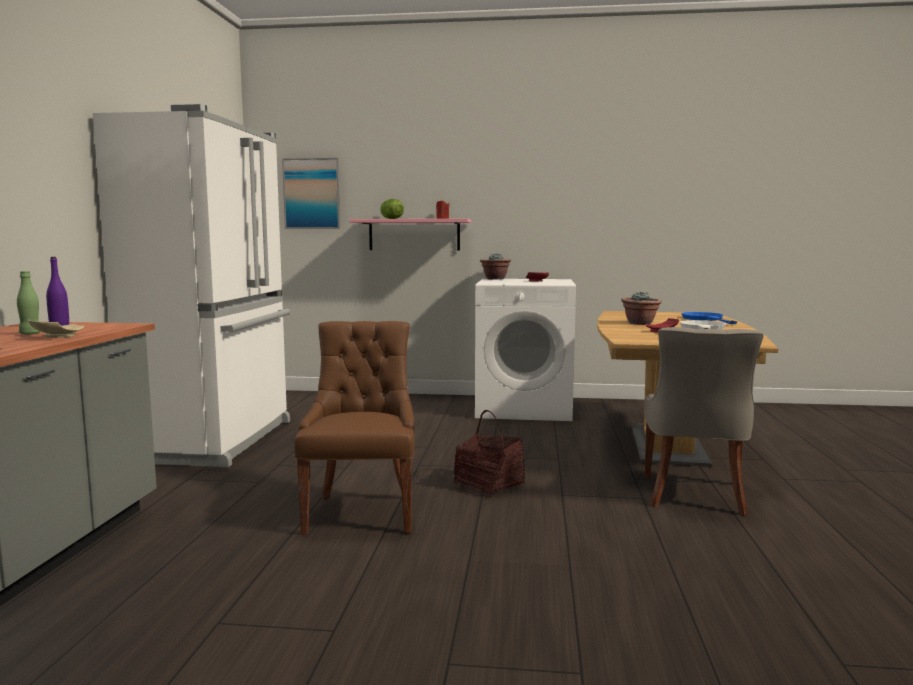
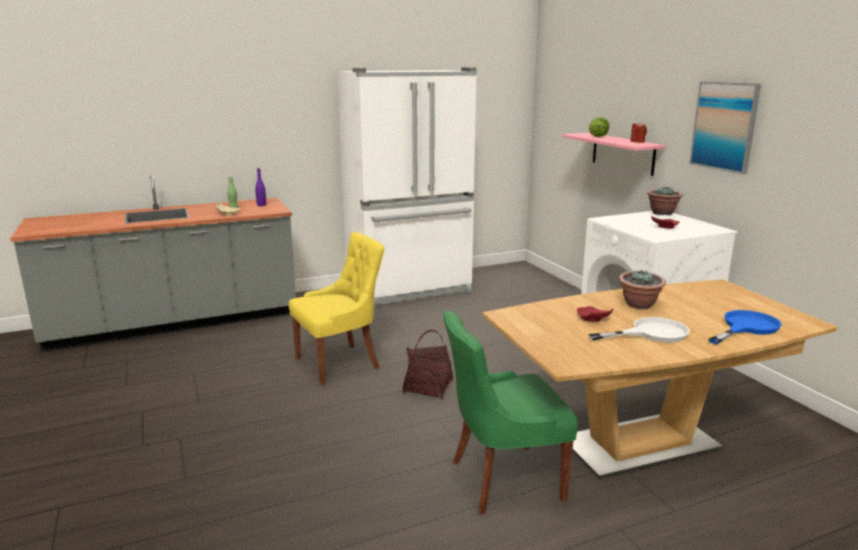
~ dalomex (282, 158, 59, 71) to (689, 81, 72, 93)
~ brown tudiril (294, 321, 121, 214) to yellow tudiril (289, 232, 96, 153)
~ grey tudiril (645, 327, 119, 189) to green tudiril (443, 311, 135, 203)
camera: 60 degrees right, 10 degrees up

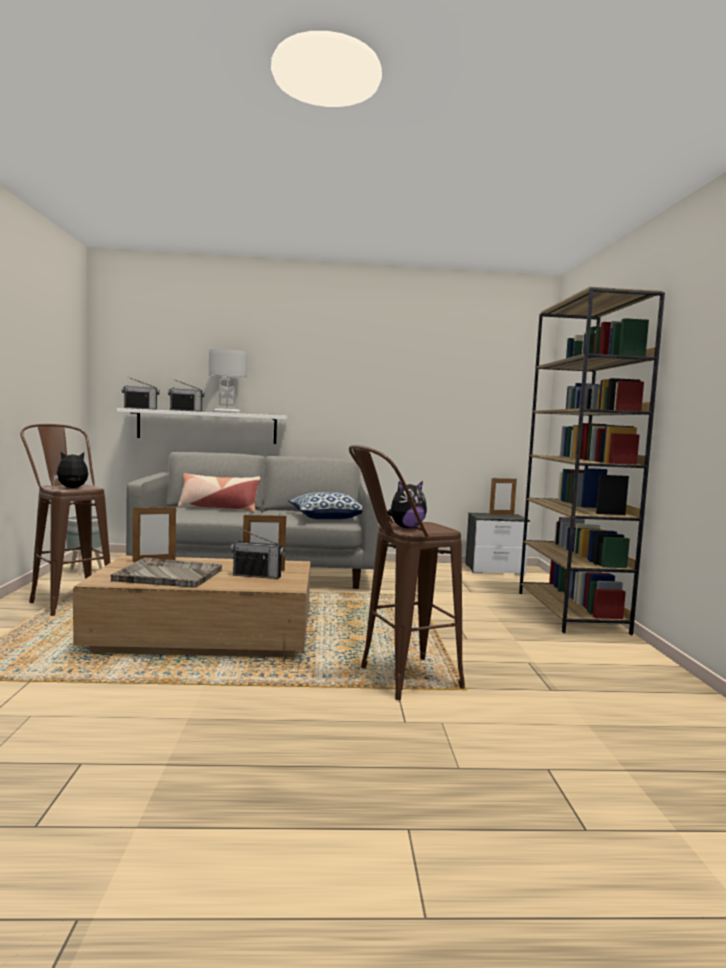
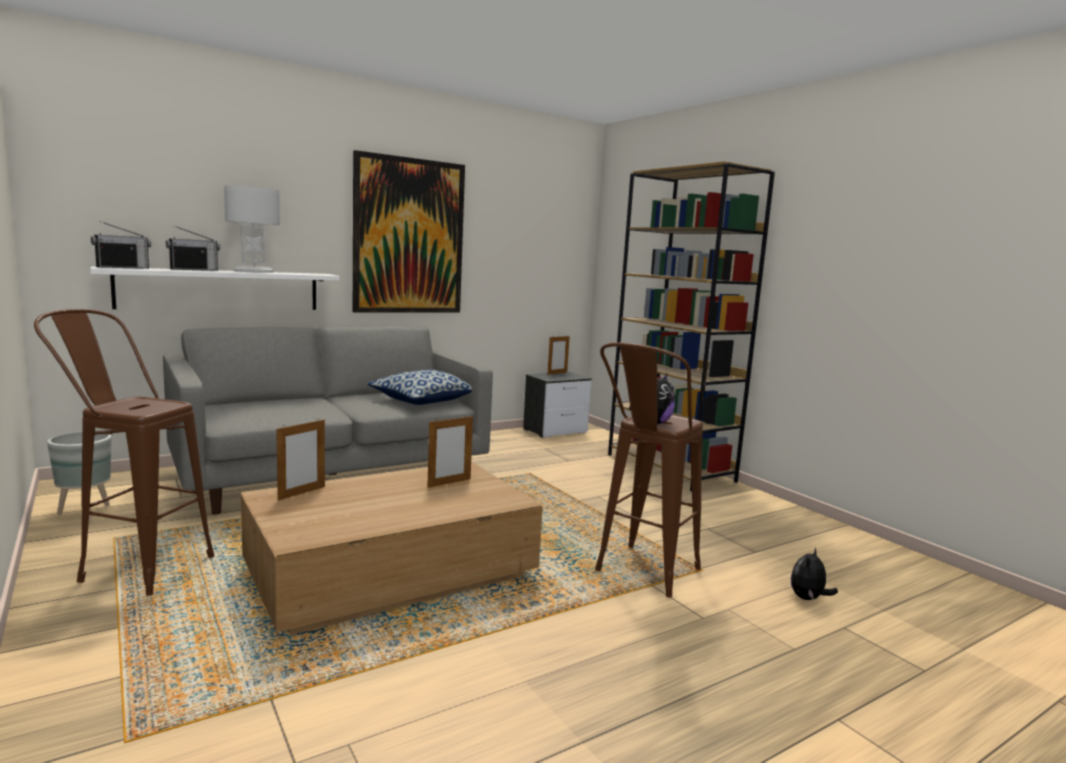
~ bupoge (53, 452, 35, 36) to (791, 548, 47, 52)
- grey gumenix (111, 557, 111, 31)
- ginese (178, 473, 82, 40)
- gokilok (231, 529, 54, 50)
+ dalomex (353, 150, 112, 162)
camera: 30 degrees left, 5 degrees up

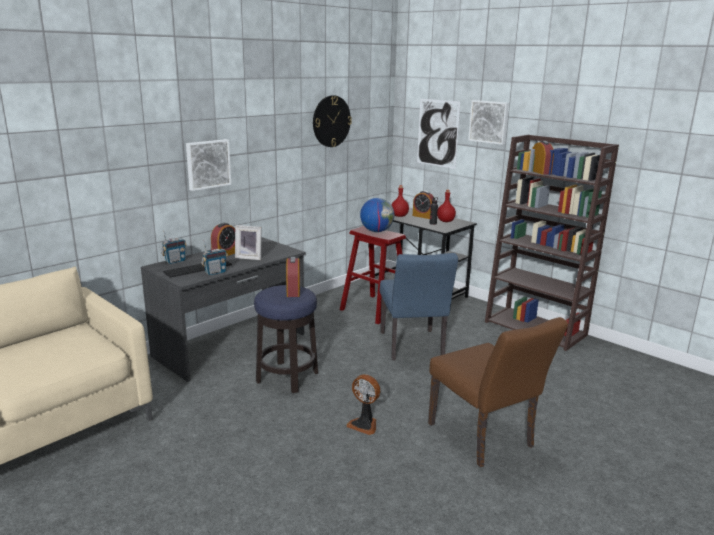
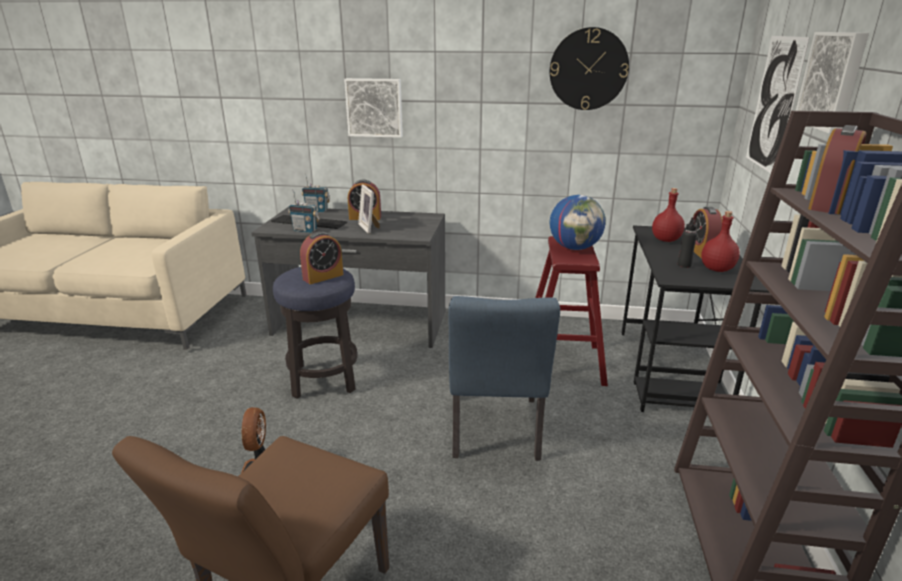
~ blue tudiril (380, 253, 78, 107) = (448, 296, 112, 165) 45 degrees counterclockwise
camera: 55 degrees right, 5 degrees up

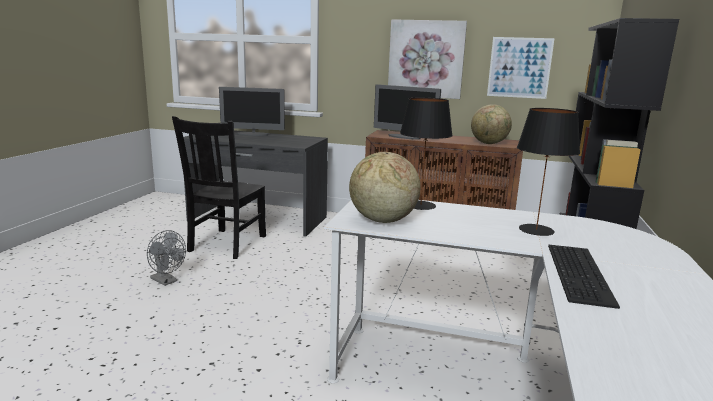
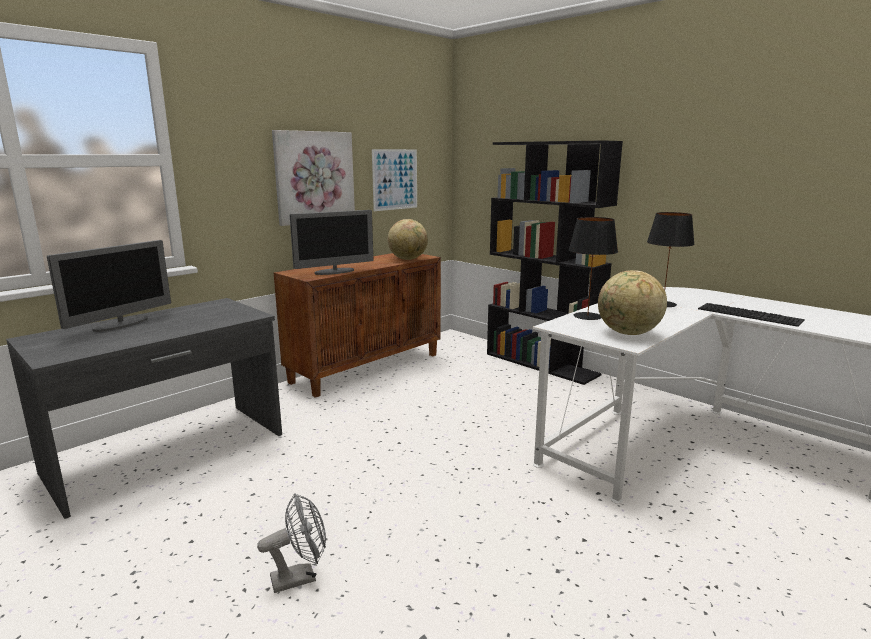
- black tudiril (172, 116, 94, 143)
camera: 60 degrees left, 0 degrees up

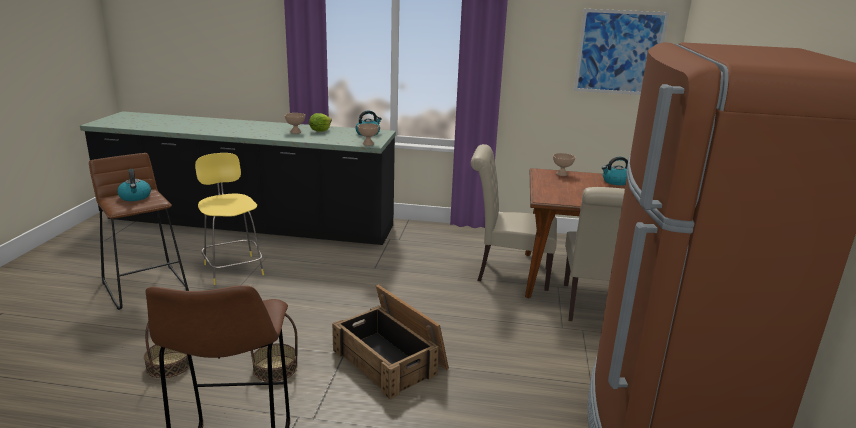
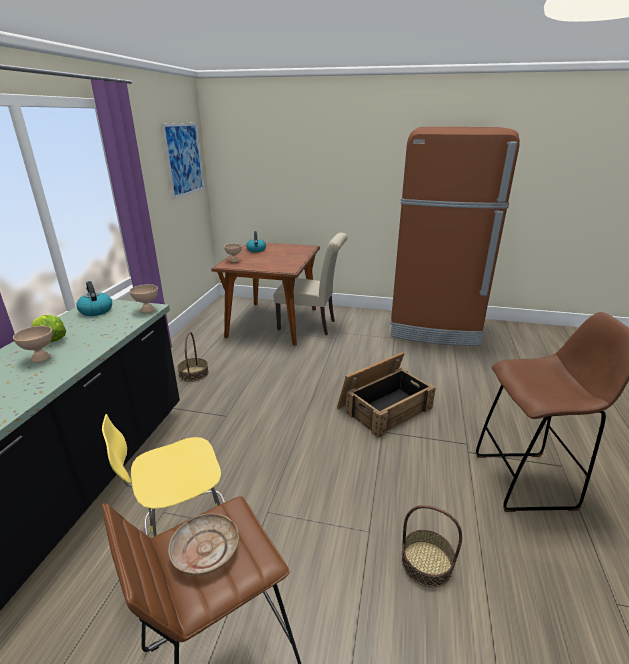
~ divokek (117, 169, 34, 32) to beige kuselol (168, 513, 71, 63)
~ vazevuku (251, 313, 47, 69) to (177, 332, 32, 50)
- beige tudiril (471, 144, 86, 147)
camera: 85 degrees left, 5 degrees up

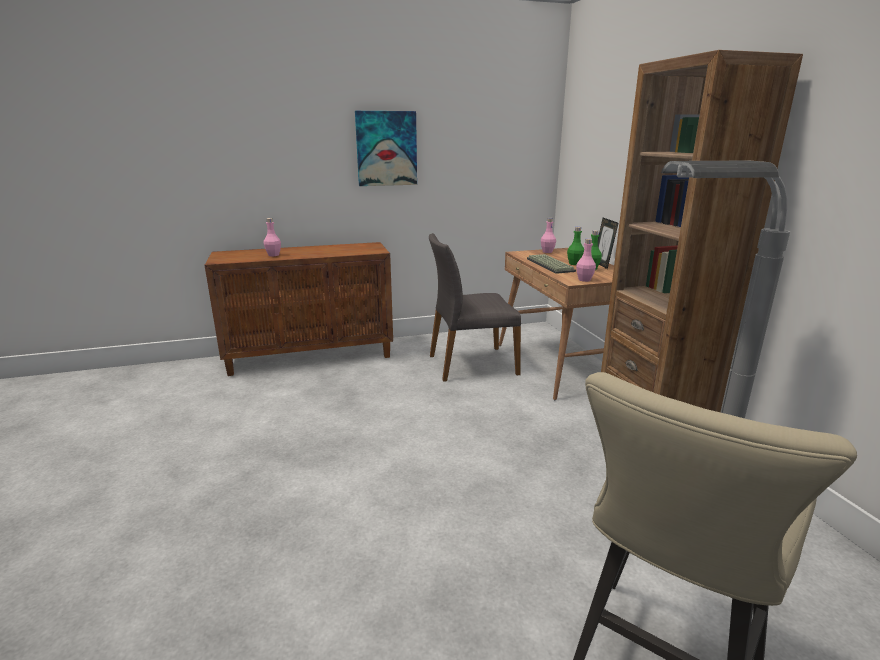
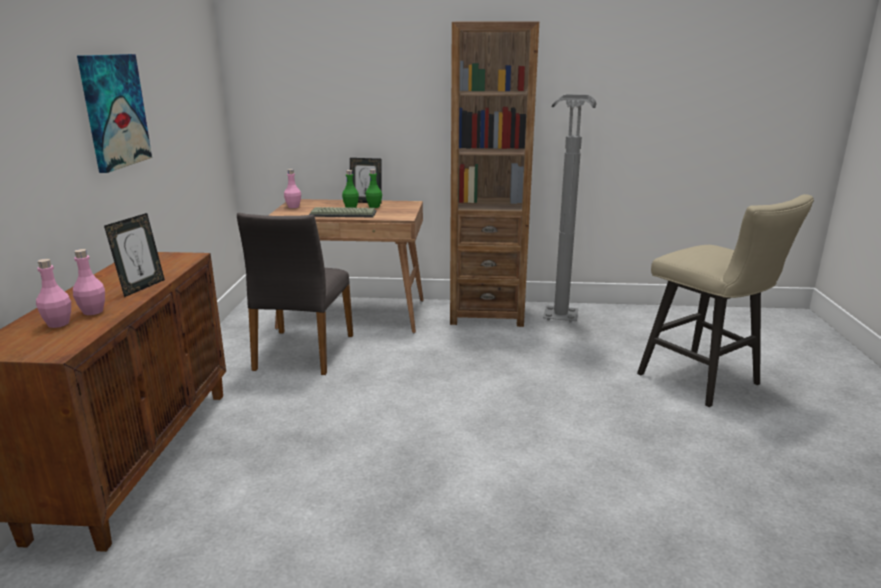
~ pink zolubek (576, 238, 20, 44) to (36, 259, 35, 69)
+ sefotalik (104, 213, 61, 84)
camera: 70 degrees left, 0 degrees up

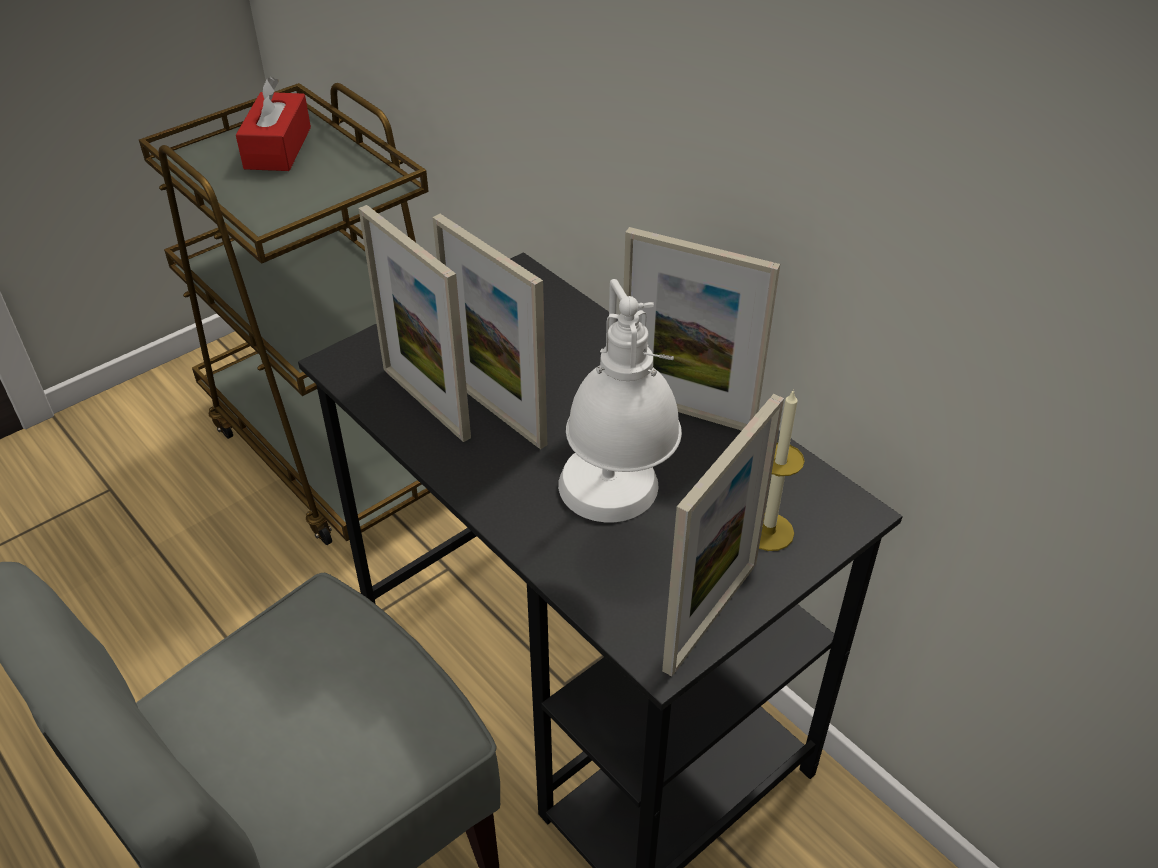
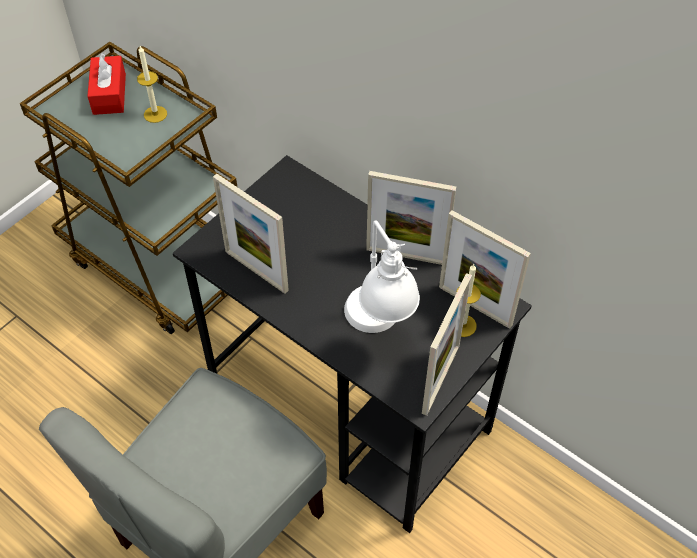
~ sefotalik (432, 214, 115, 235) to (439, 210, 92, 119)
+ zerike (137, 46, 30, 77)
camera: 10 degrees left, 10 degrees up

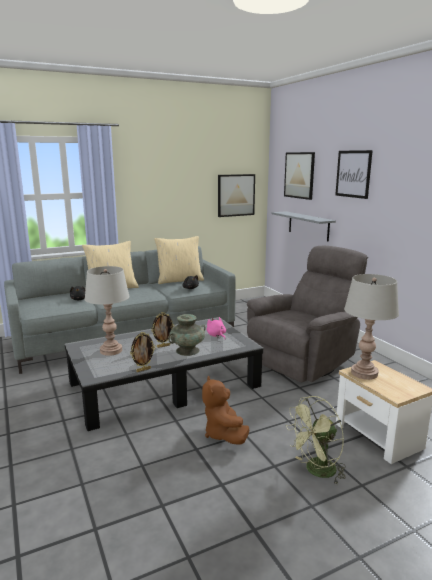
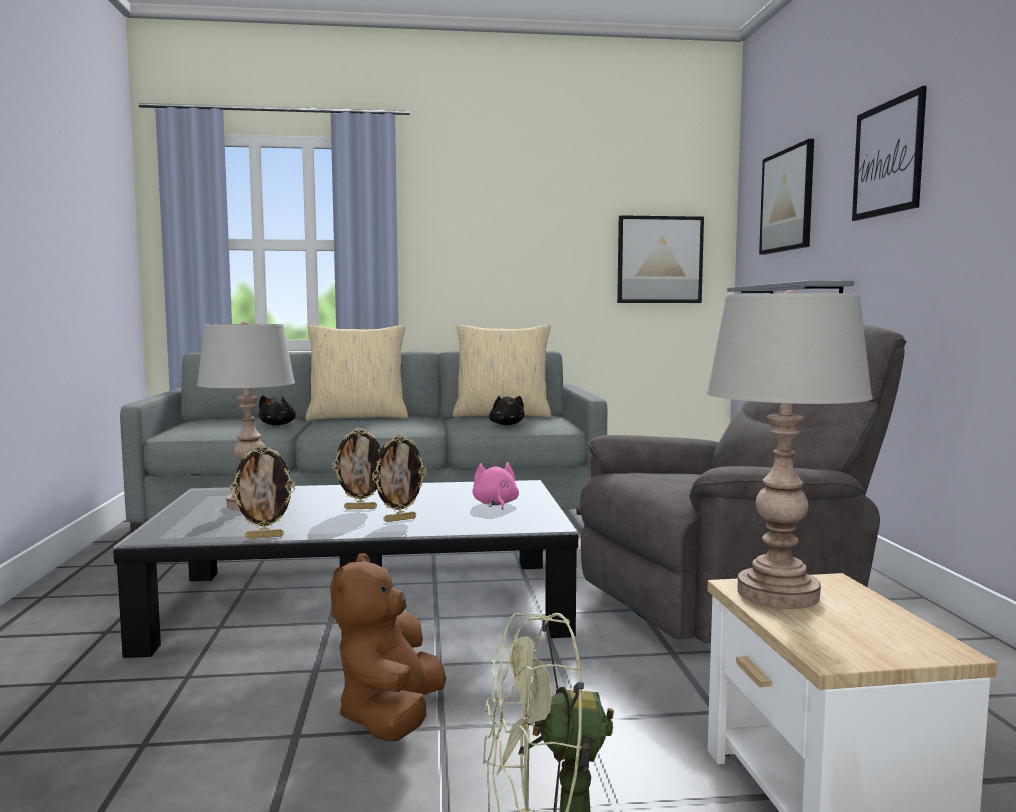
~ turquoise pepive (168, 314, 37, 42) to sefotalik (372, 434, 55, 88)
camera: 20 degrees right, 10 degrees down

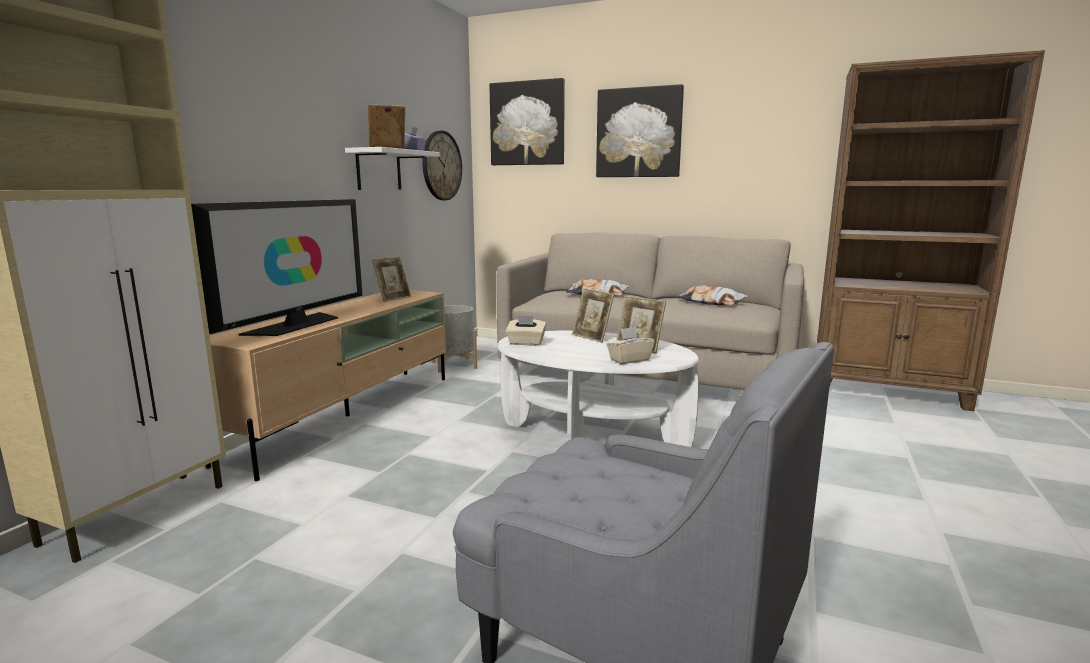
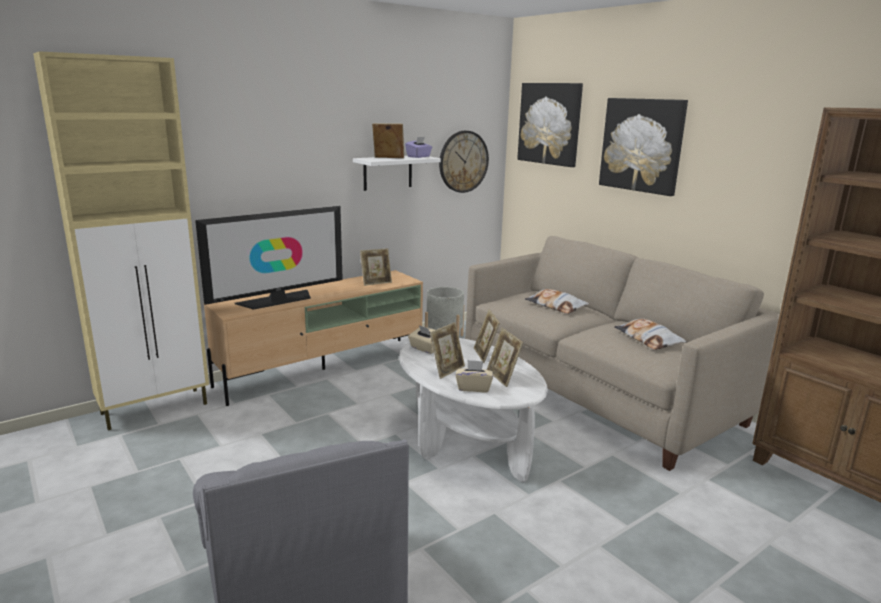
+ sefotalik (430, 322, 35, 57)
camera: 30 degrees right, 5 degrees up

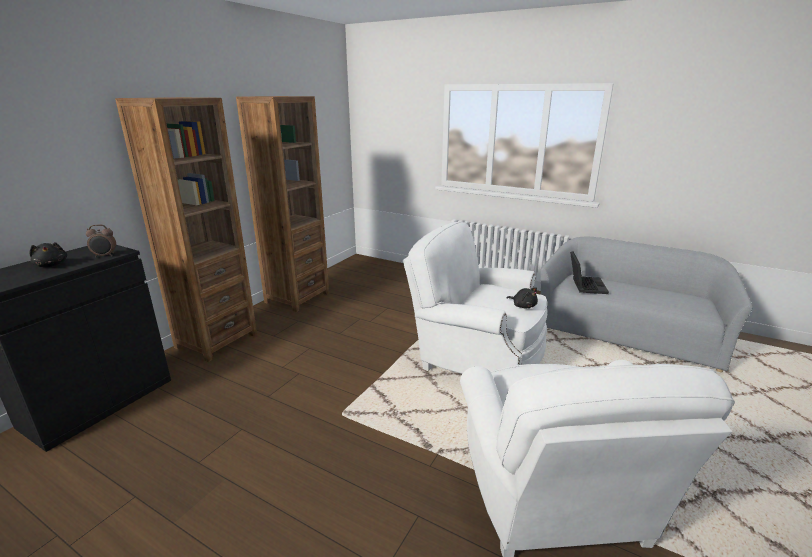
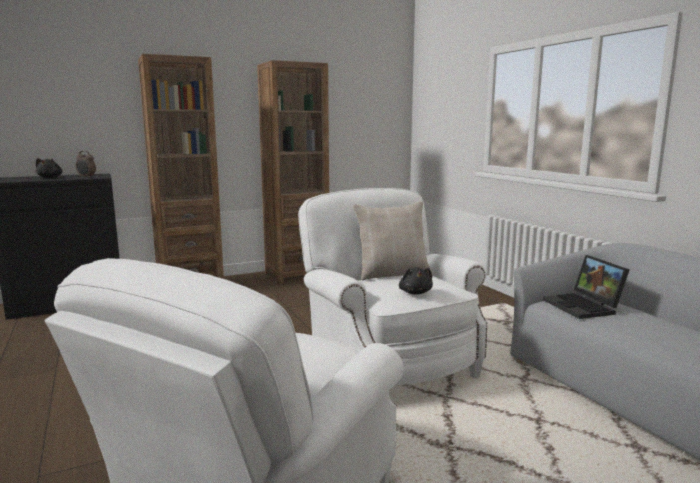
~ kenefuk (570, 252, 39, 42) = (543, 255, 87, 64) 120 degrees clockwise
+ beige ginese (353, 201, 79, 79)
camera: 35 degrees right, 10 degrees down

